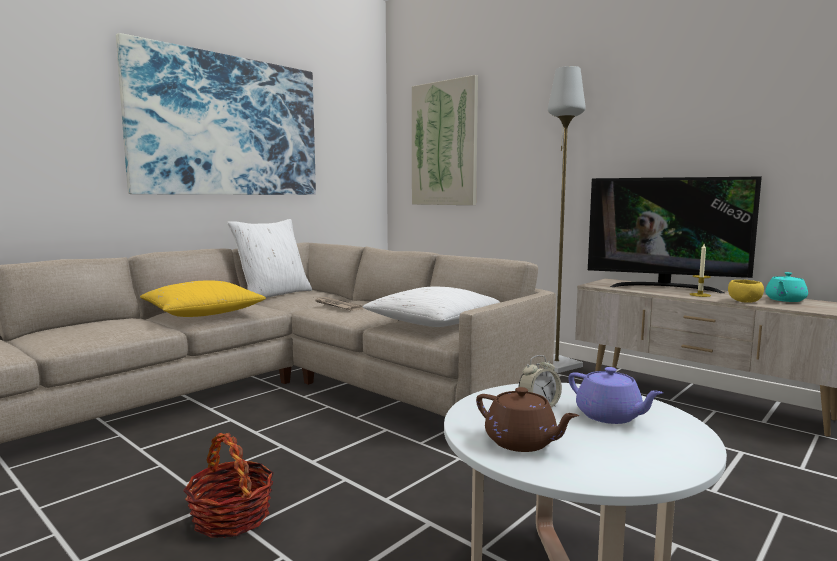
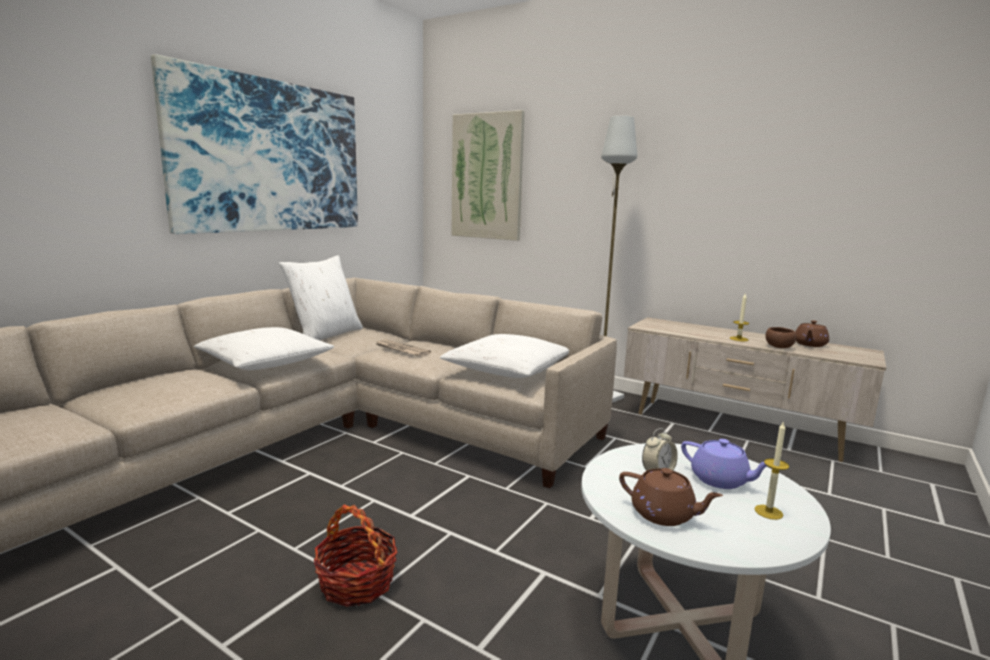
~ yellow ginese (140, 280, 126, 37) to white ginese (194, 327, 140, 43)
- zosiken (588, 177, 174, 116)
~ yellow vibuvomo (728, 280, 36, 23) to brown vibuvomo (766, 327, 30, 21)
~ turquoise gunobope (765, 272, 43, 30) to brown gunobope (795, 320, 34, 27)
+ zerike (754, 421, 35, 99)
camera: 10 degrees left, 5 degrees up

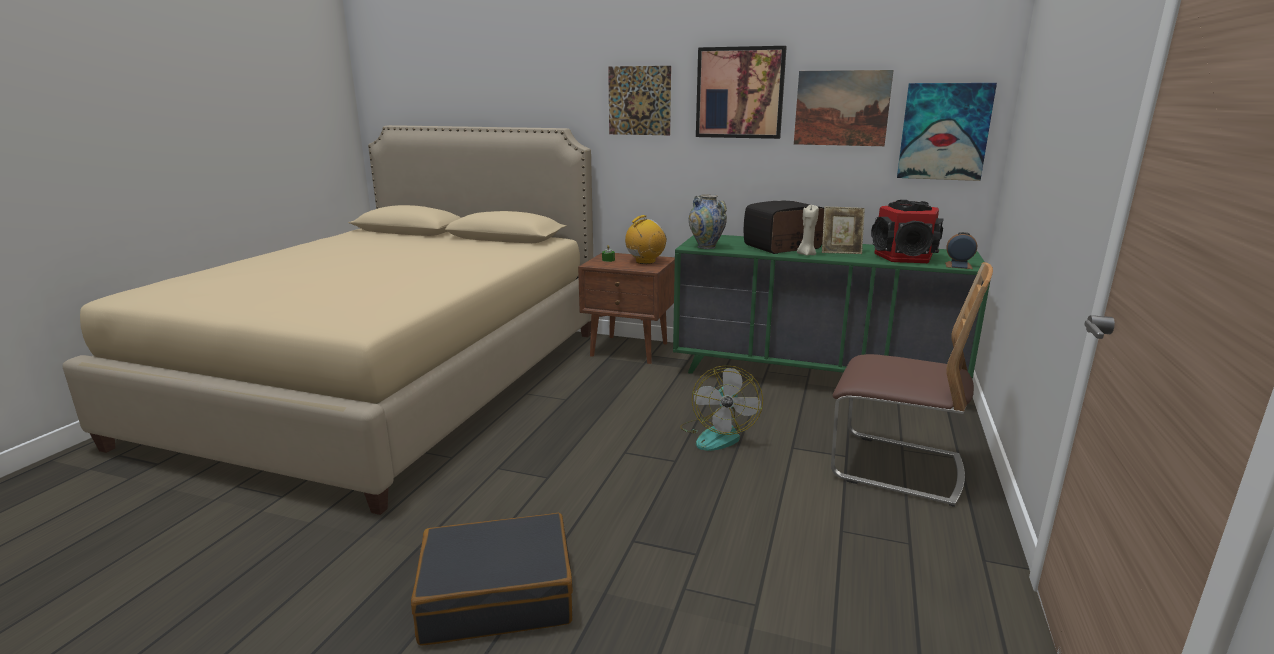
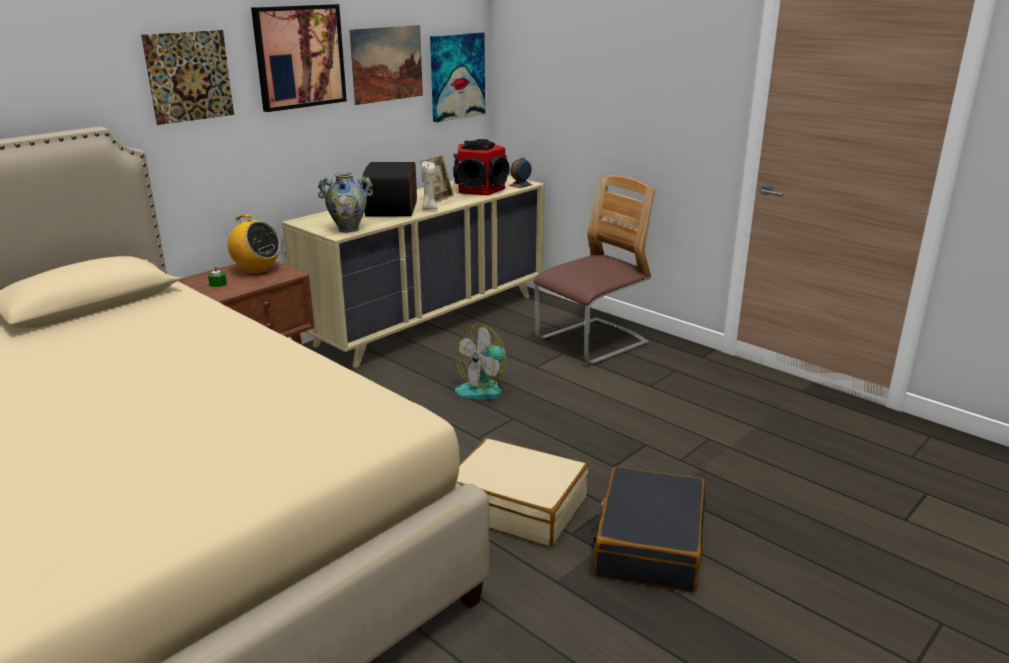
~ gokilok (625, 215, 42, 49) = (222, 214, 58, 61) 135 degrees clockwise
~ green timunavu (673, 235, 317, 144) to beige timunavu (282, 176, 263, 192)
~ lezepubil (680, 365, 83, 86) = (455, 324, 63, 75) 105 degrees clockwise
+ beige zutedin (457, 438, 132, 109)
camera: 65 degrees left, 5 degrees up

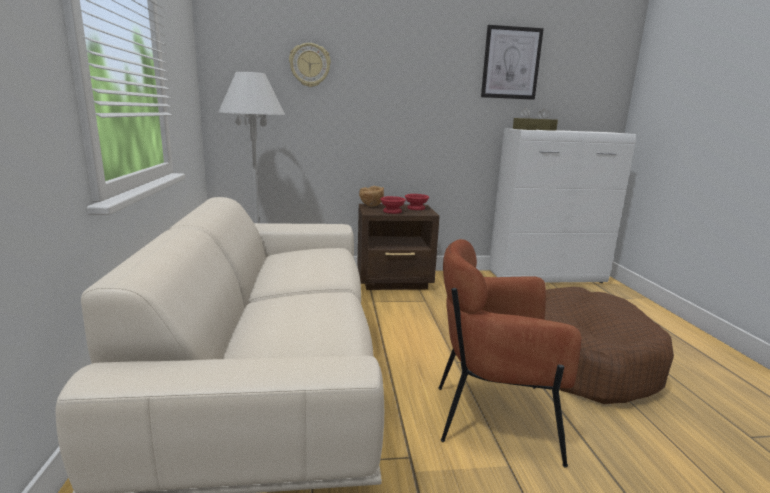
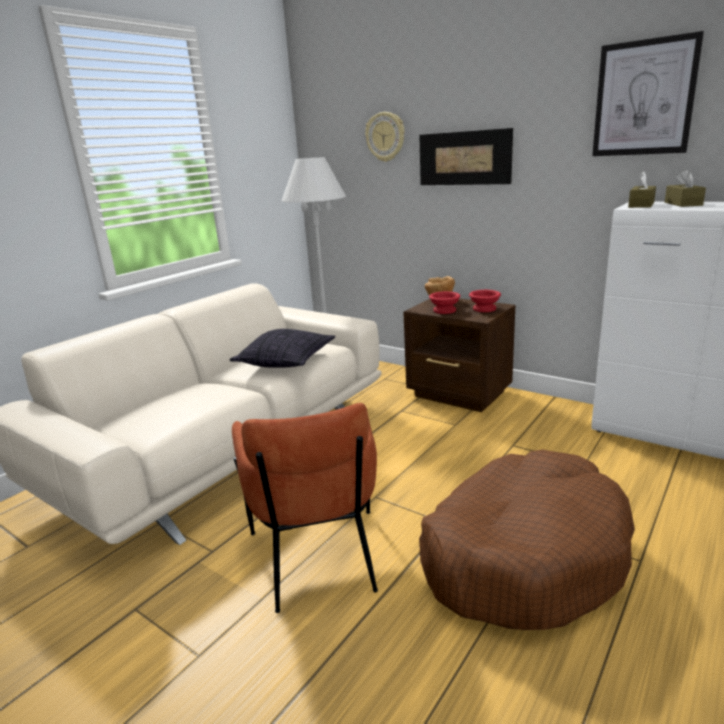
~ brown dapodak (438, 239, 144, 229) = (232, 403, 146, 210) 150 degrees counterclockwise
+ ginese (230, 329, 105, 38)
+ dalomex (419, 128, 94, 57)
camera: 45 degrees right, 5 degrees up

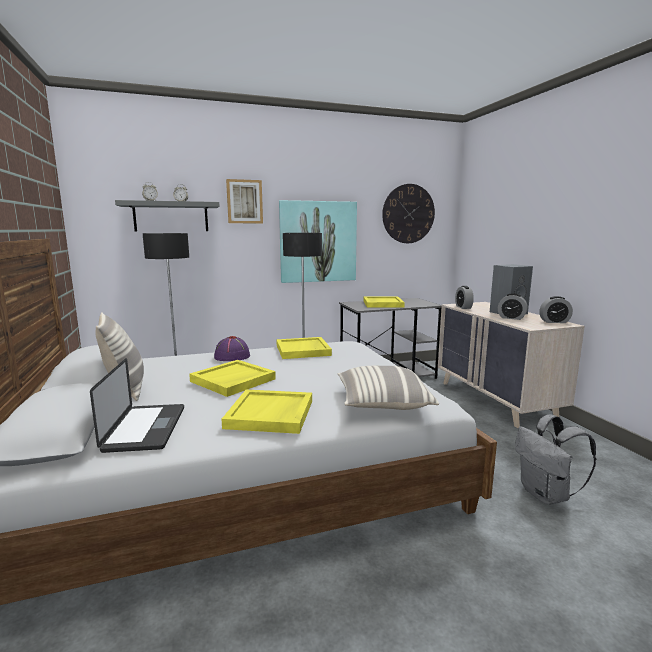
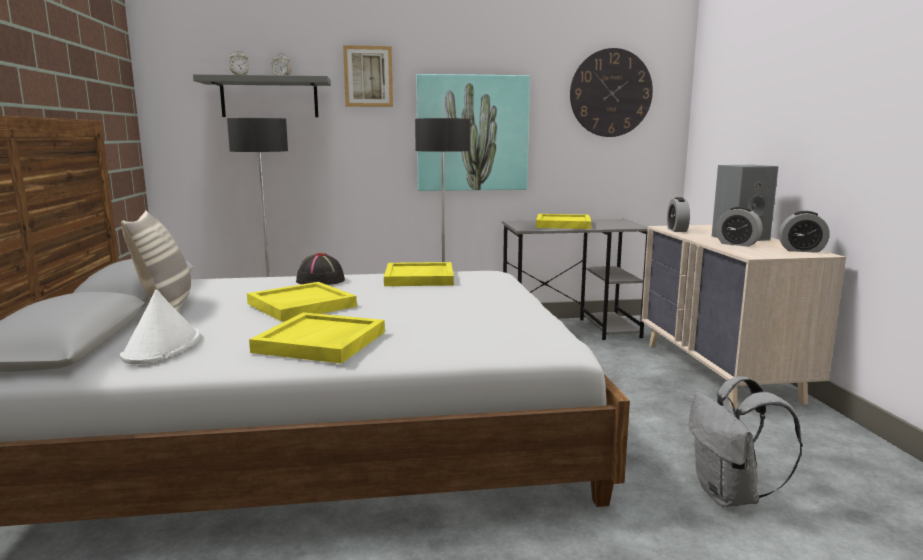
~ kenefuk (90, 358, 94, 95) to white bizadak (119, 289, 81, 75)
~ purple bizadak (214, 336, 36, 25) to black bizadak (296, 253, 49, 32)
- ginese (337, 366, 102, 44)
camera: 10 degrees right, 0 degrees up

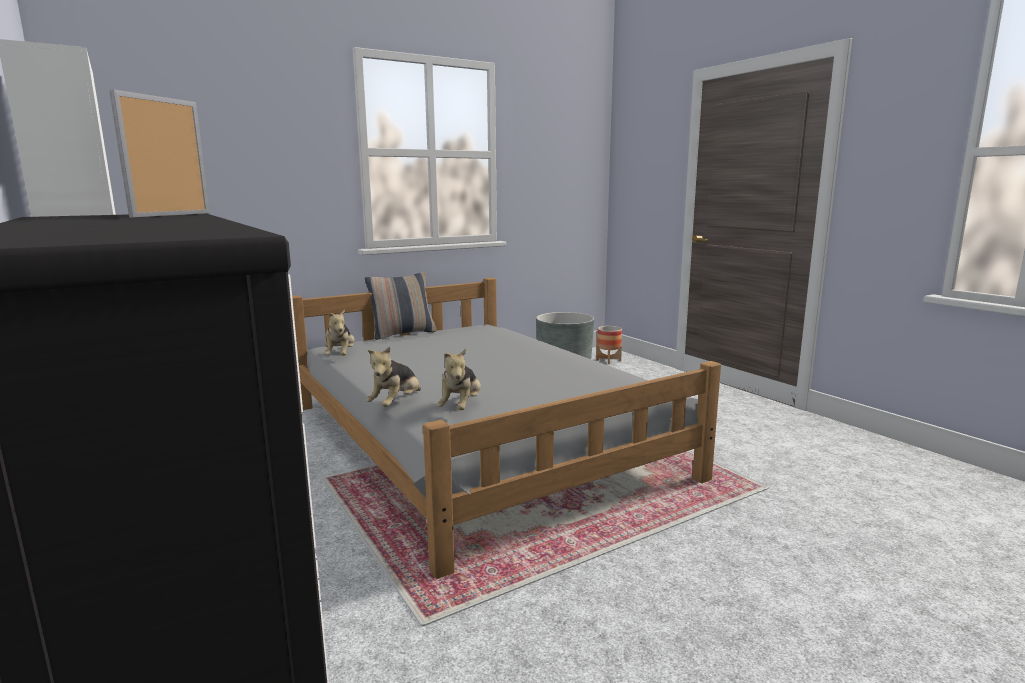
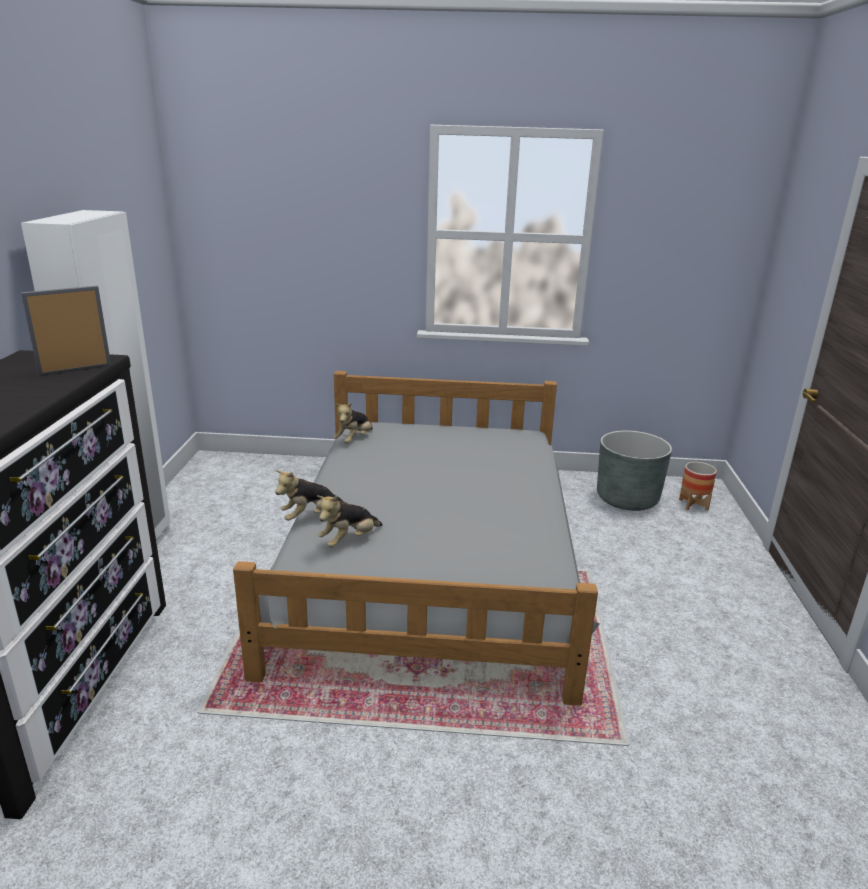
- ginese (365, 272, 71, 68)
camera: 35 degrees right, 10 degrees up

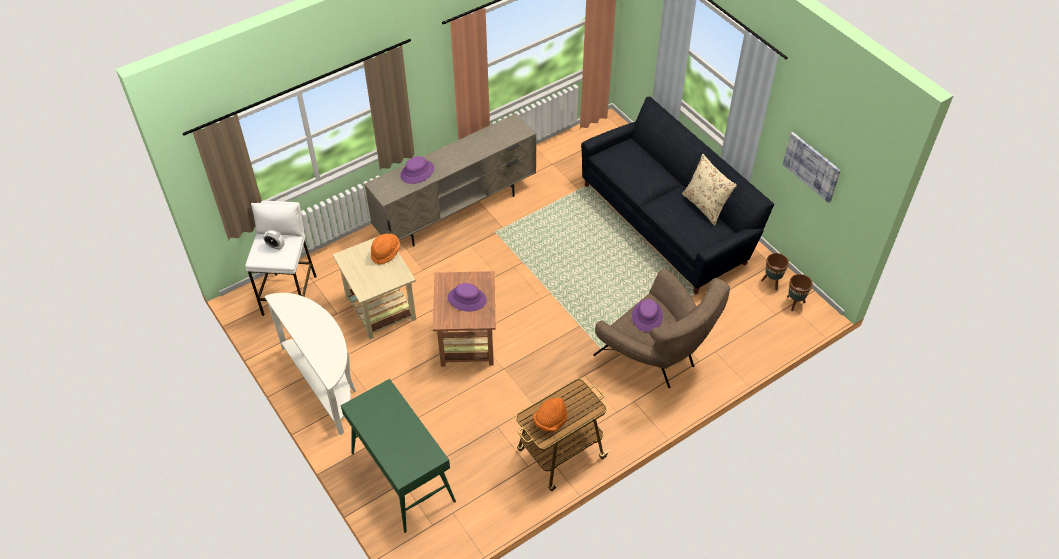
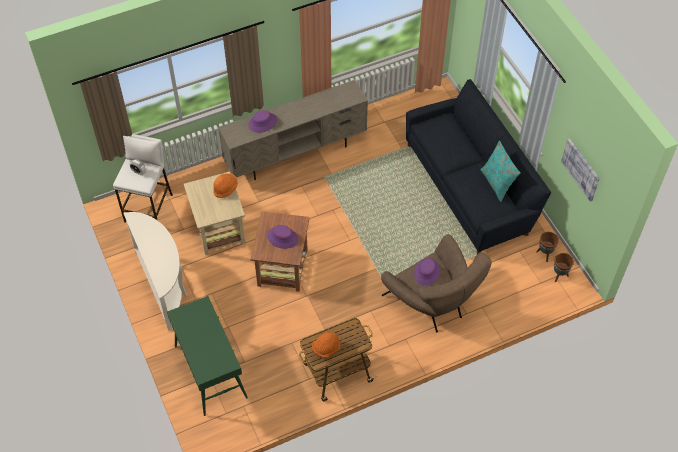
~ beige ginese (682, 154, 55, 72) to turquoise ginese (481, 141, 40, 61)
camera: 10 degrees right, 5 degrees up

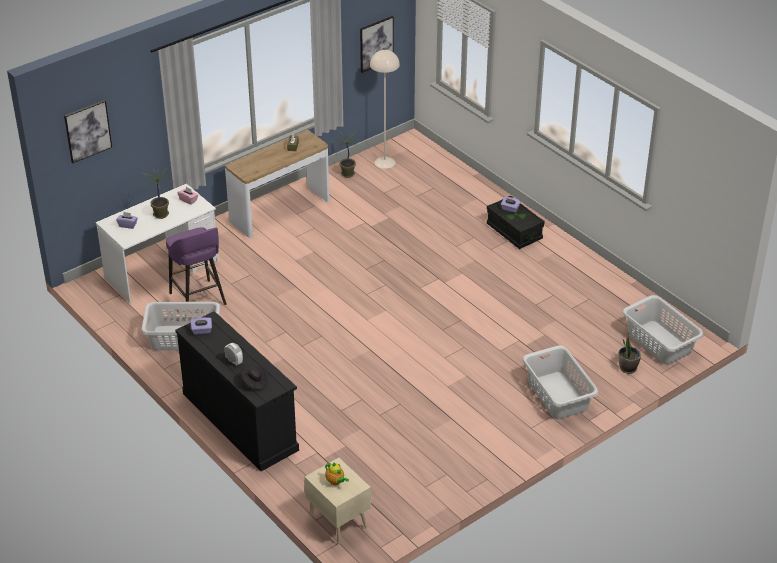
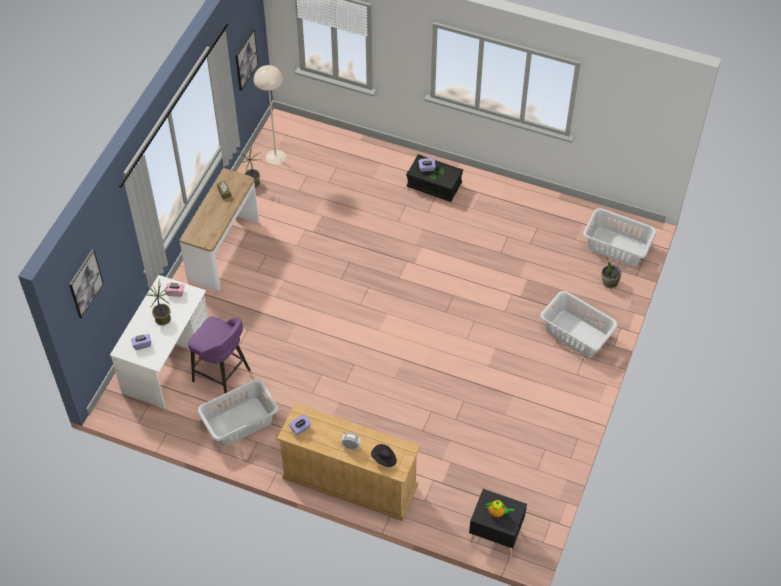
~ black timunavu (175, 311, 124, 160) to beige timunavu (277, 403, 143, 118)
~ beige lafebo (305, 458, 66, 87) to black lafebo (469, 489, 58, 68)
camera: 30 degrees left, 15 degrees up

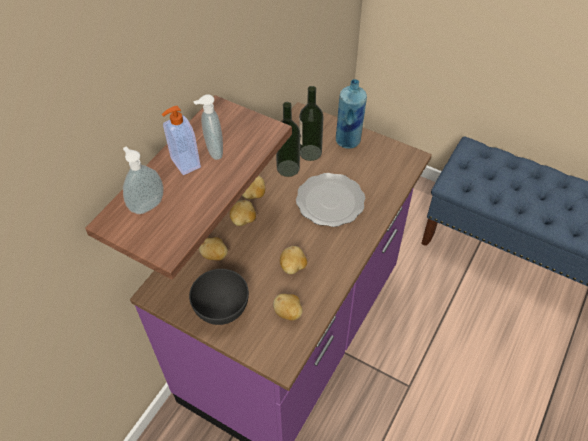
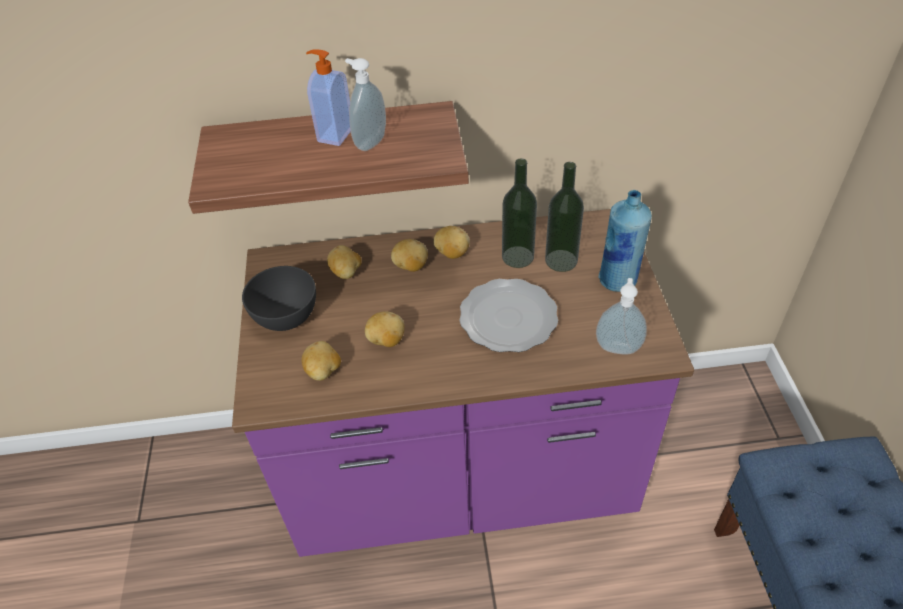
~ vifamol (123, 147, 40, 67) to (596, 278, 51, 77)
camera: 55 degrees right, 5 degrees down

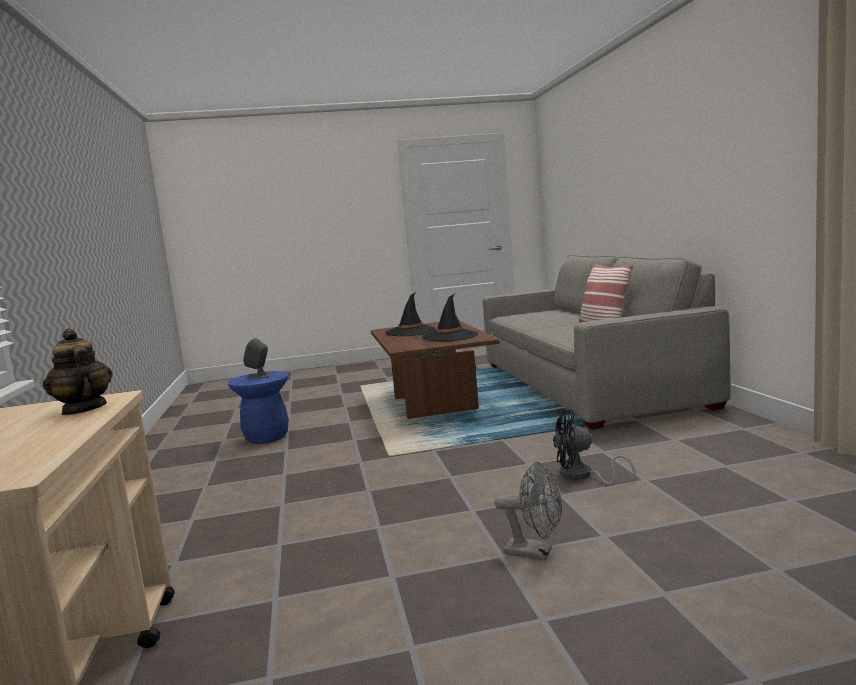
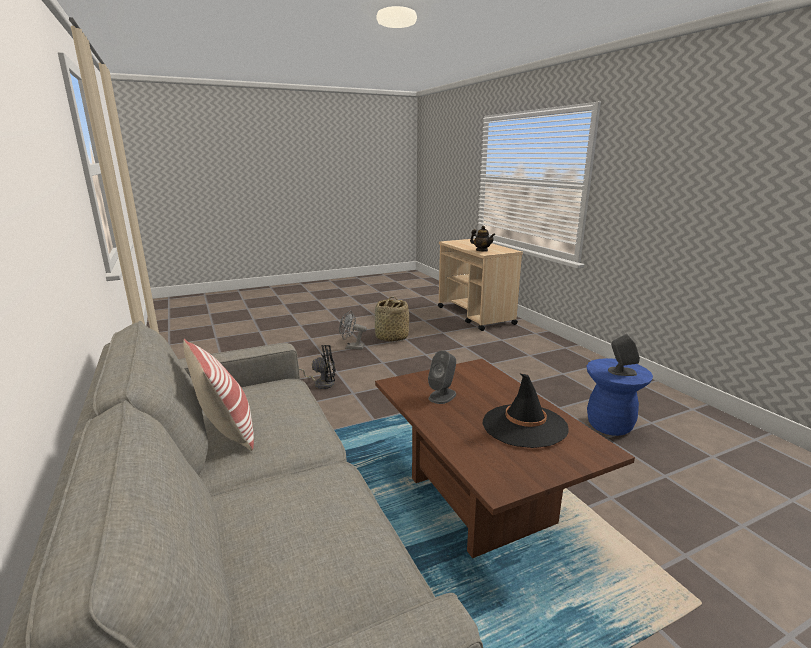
~ black bizadak (422, 294, 56, 47) to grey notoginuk (428, 350, 28, 54)
+ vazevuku (375, 297, 34, 45)
camera: 165 degrees right, 10 degrees up

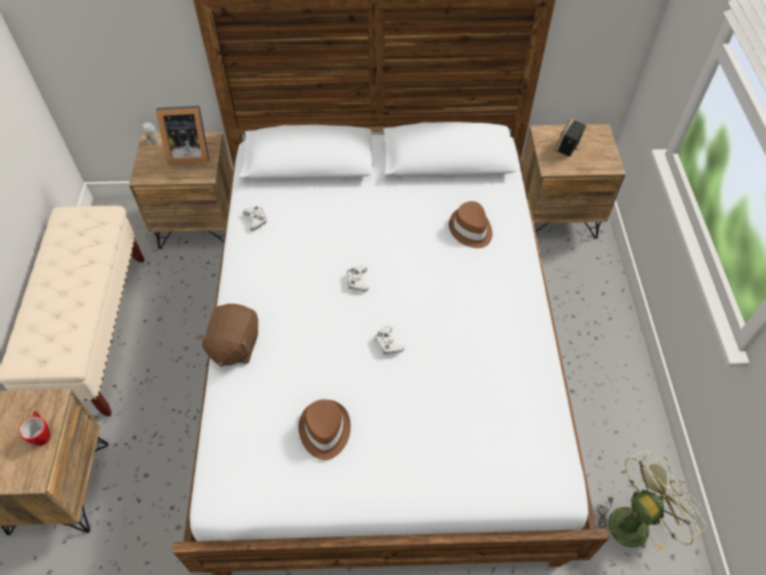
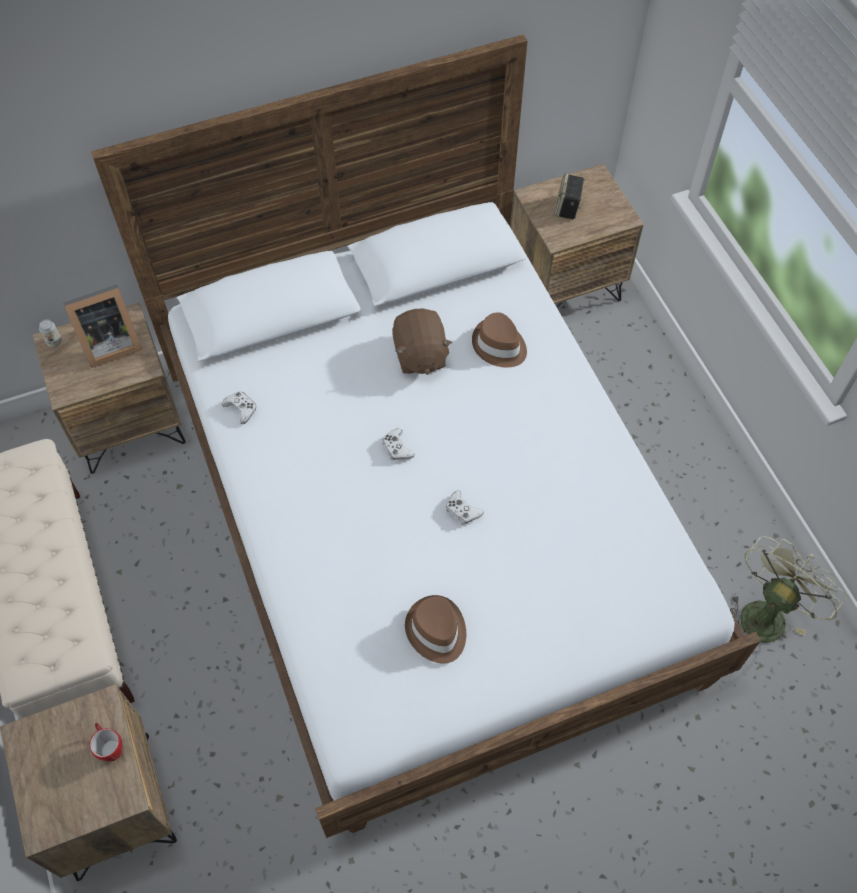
~ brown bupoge (197, 304, 61, 63) to (392, 308, 60, 67)
camera: 20 degrees left, 5 degrees up

